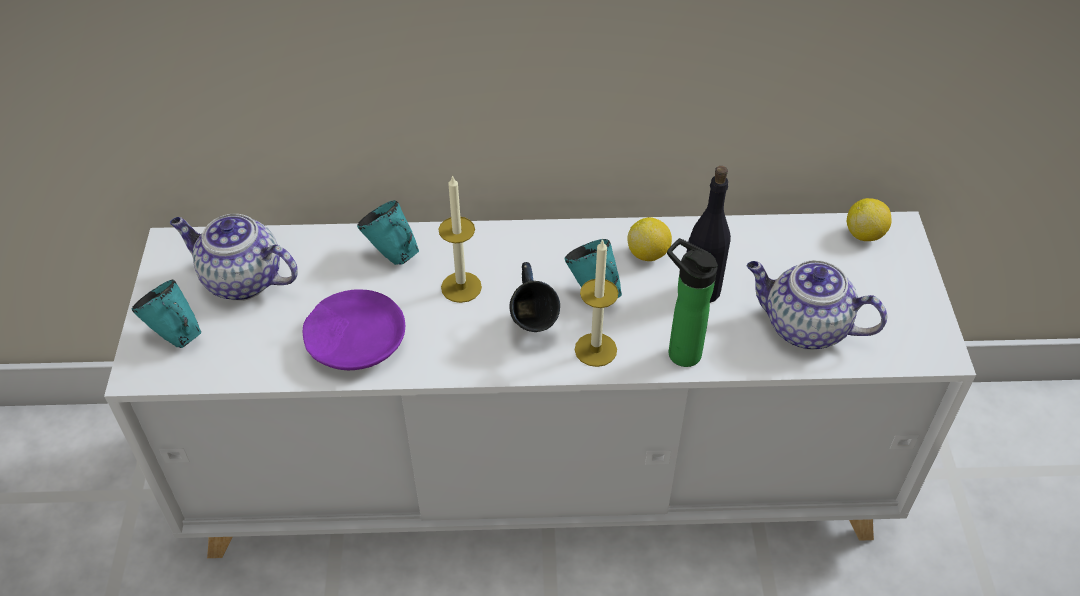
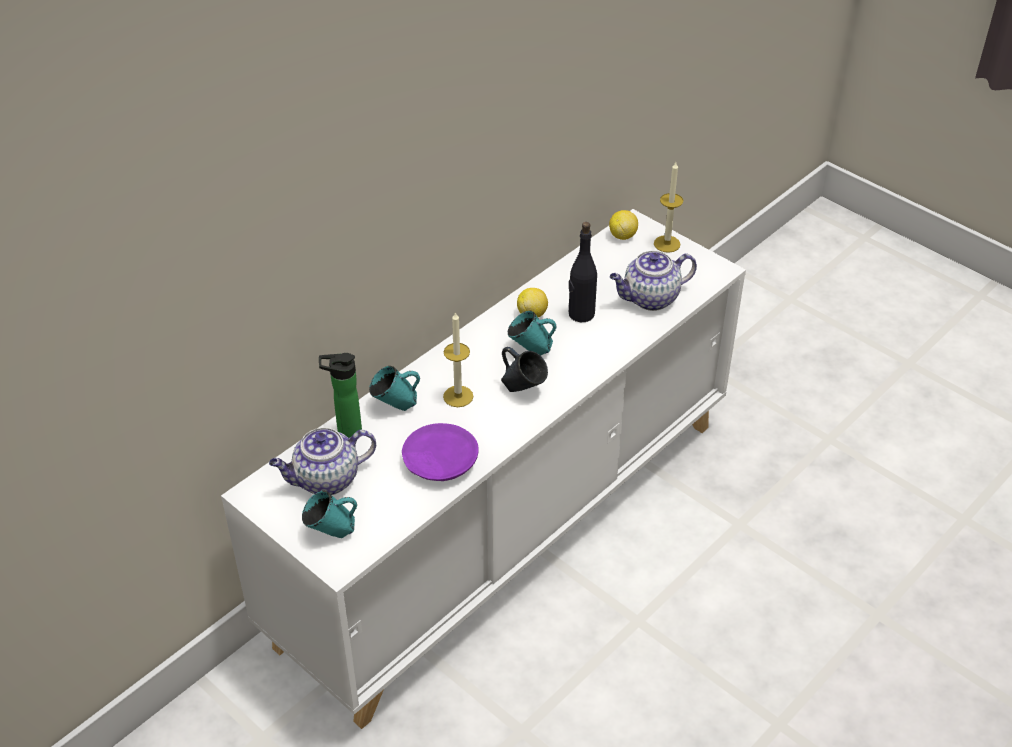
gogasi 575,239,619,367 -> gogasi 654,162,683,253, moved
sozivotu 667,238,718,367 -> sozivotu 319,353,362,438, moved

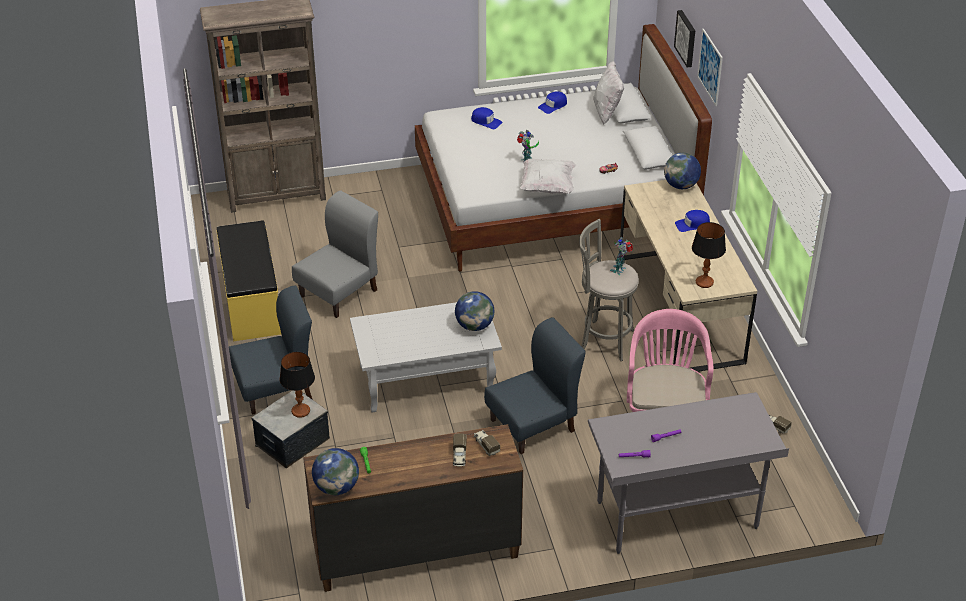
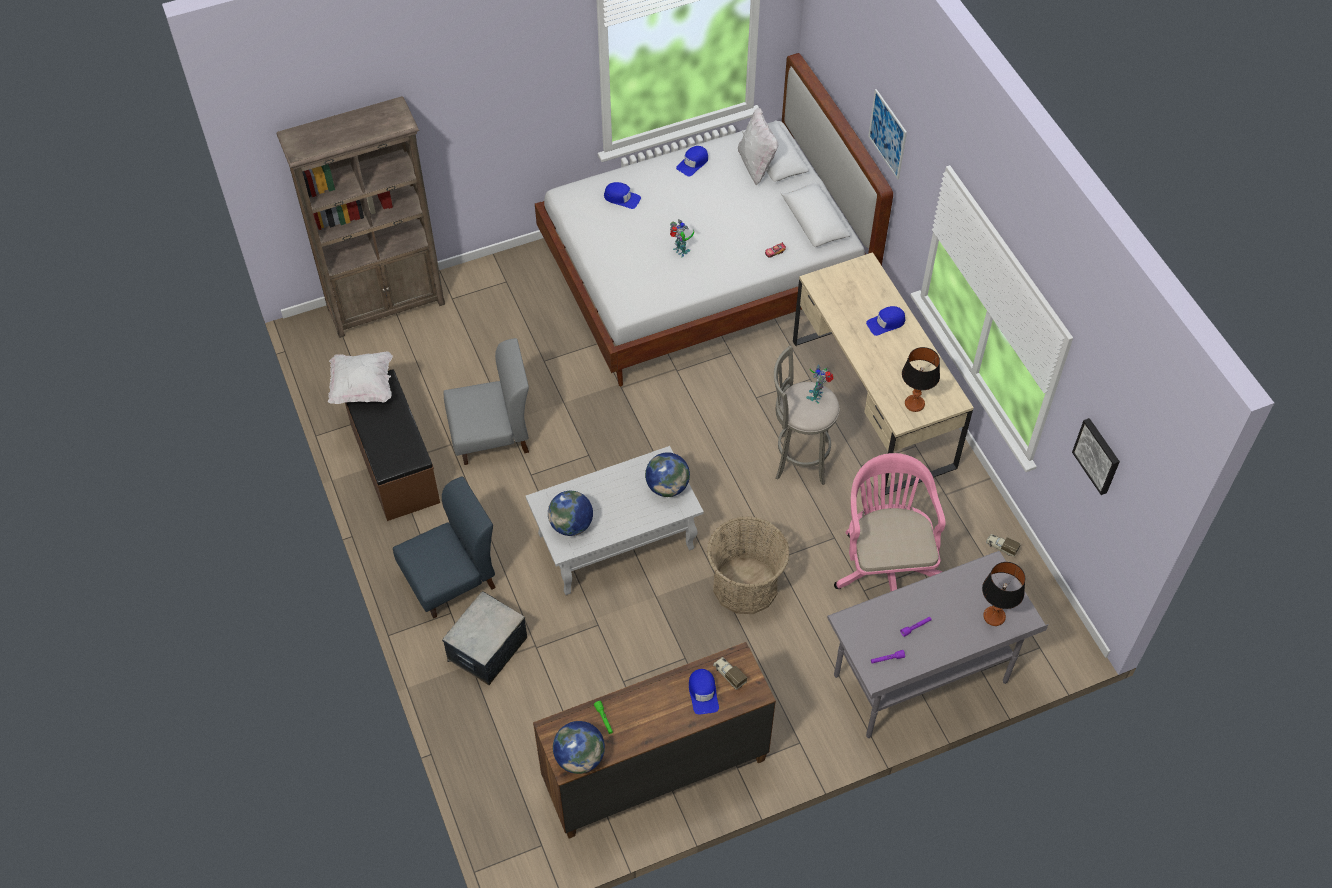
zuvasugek 280,352,315,418 -> zuvasugek 982,562,1025,626, moved
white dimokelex 520,158,576,194 -> white dimokelex 328,351,393,404, moved
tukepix 664,153,701,189 -> tukepix 548,491,593,536, moved
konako 674,10,695,67 -> konako 1072,418,1120,495, moved
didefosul 453,433,467,467 -> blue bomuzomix 689,669,719,714
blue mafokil 484,317,586,454 -> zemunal 707,516,790,614
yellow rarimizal 217,220,281,341 -> brown rarimizal 345,369,440,521
grey mafokil 292,191,378,318 -> grey mafokil 443,338,529,465, 45 degrees clockwise

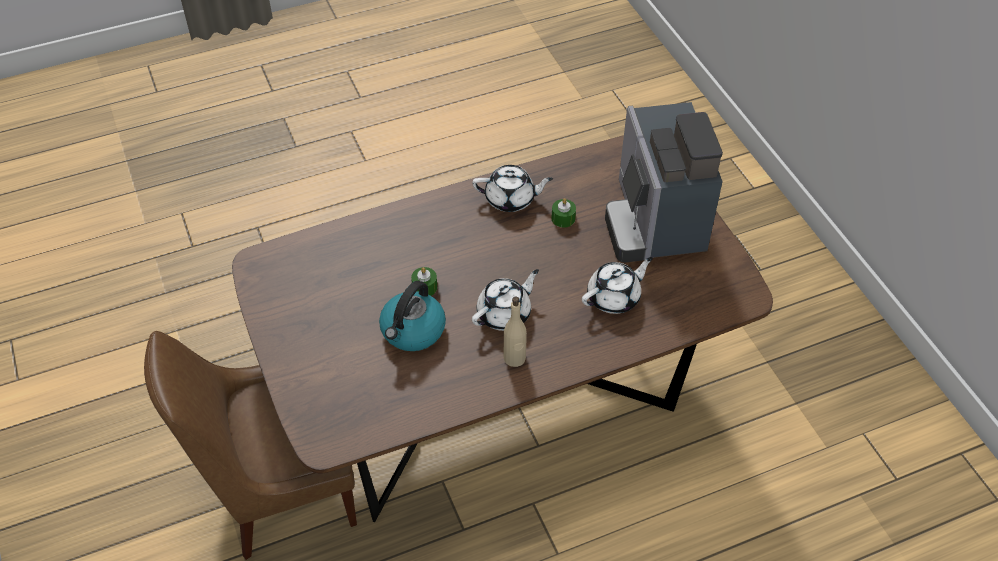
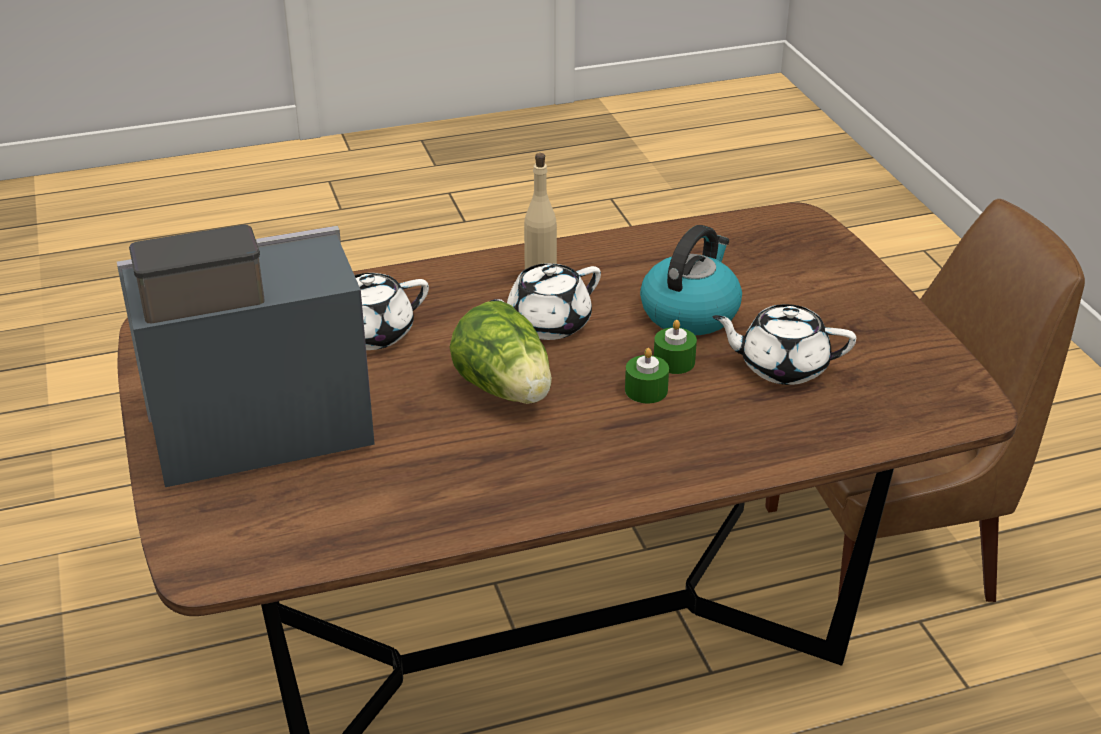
none -> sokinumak 450,301,552,404
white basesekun 472,165,553,212 -> white basesekun 712,304,856,385, moved
green gogasi 551,198,576,228 -> green gogasi 625,348,669,403, moved
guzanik 605,102,723,262 -> guzanik 117,225,375,487, 105 degrees counterclockwise

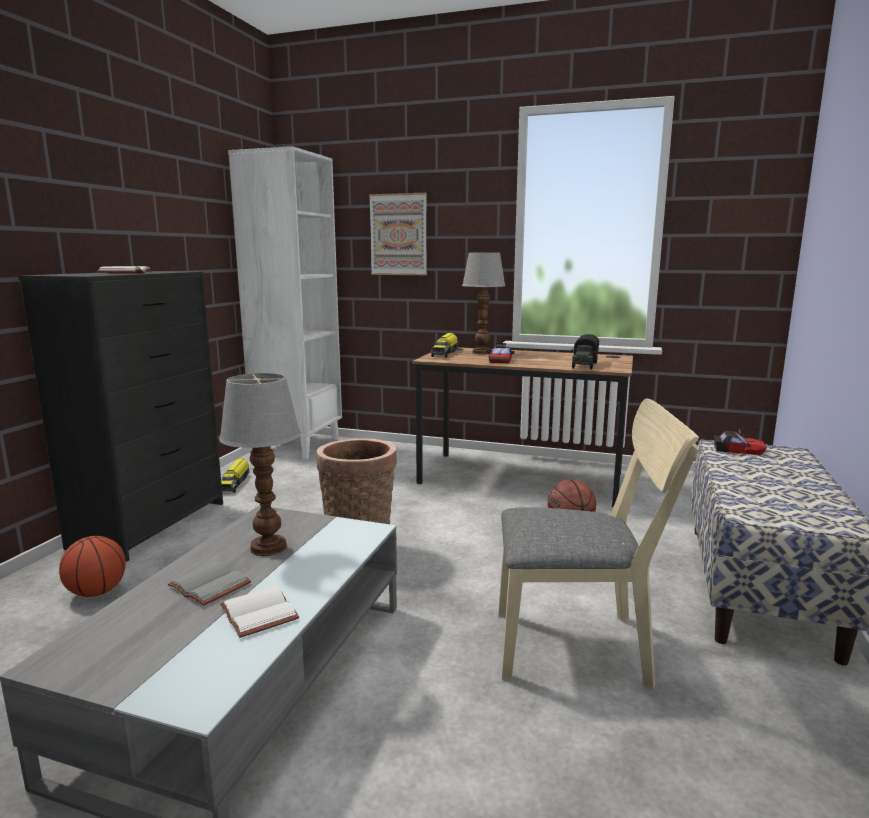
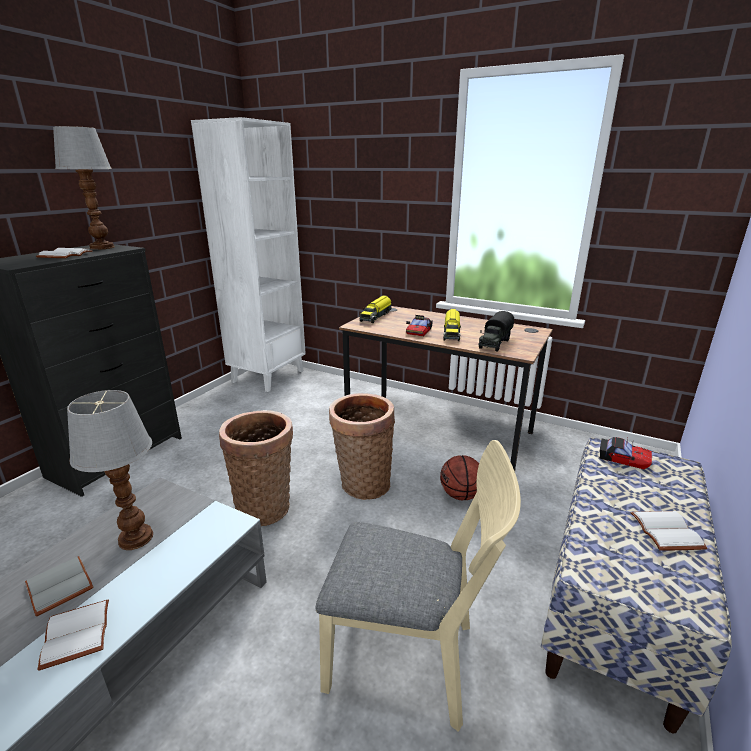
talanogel 59,536,126,597 -> none
konako 369,193,427,275 -> none
none -> zemunal 329,393,395,500
none -> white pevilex 630,511,708,551
didefosul 221,458,250,493 -> didefosul 443,309,461,341, moved
zuvasugek 462,252,505,355 -> zuvasugek 53,126,115,250, moved

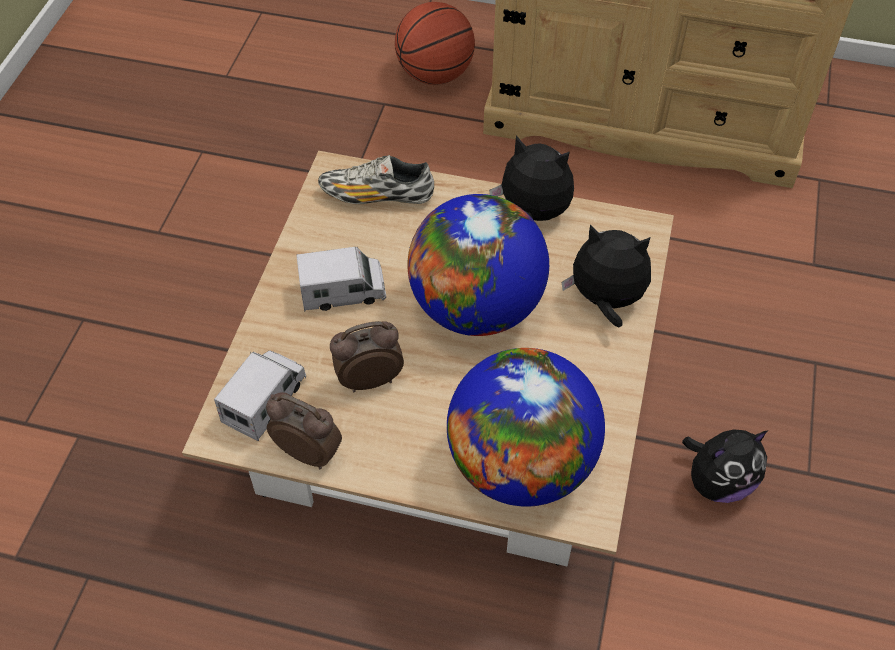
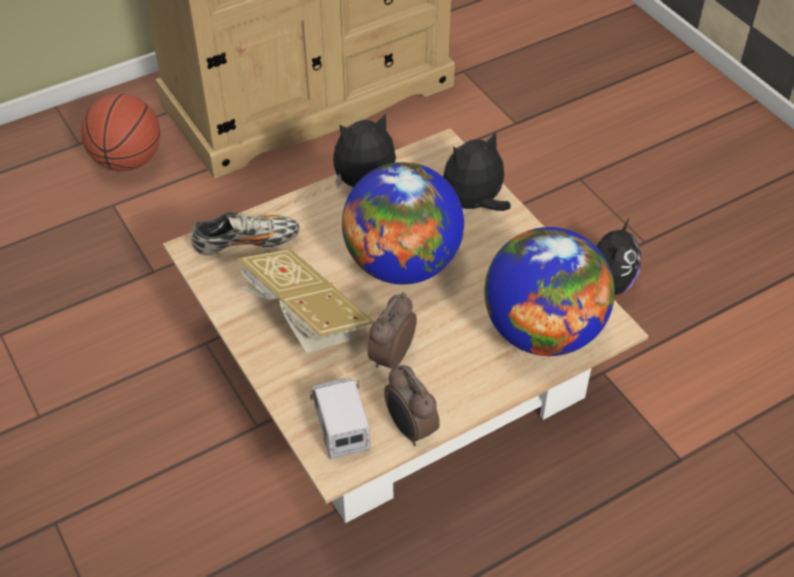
didefosul 296,247,386,312 -> pevilex 236,249,375,353
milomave 266,392,342,469 -> milomave 384,363,440,446, 105 degrees counterclockwise
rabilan 318,155,434,204 -> rabilan 190,212,299,255, 150 degrees counterclockwise

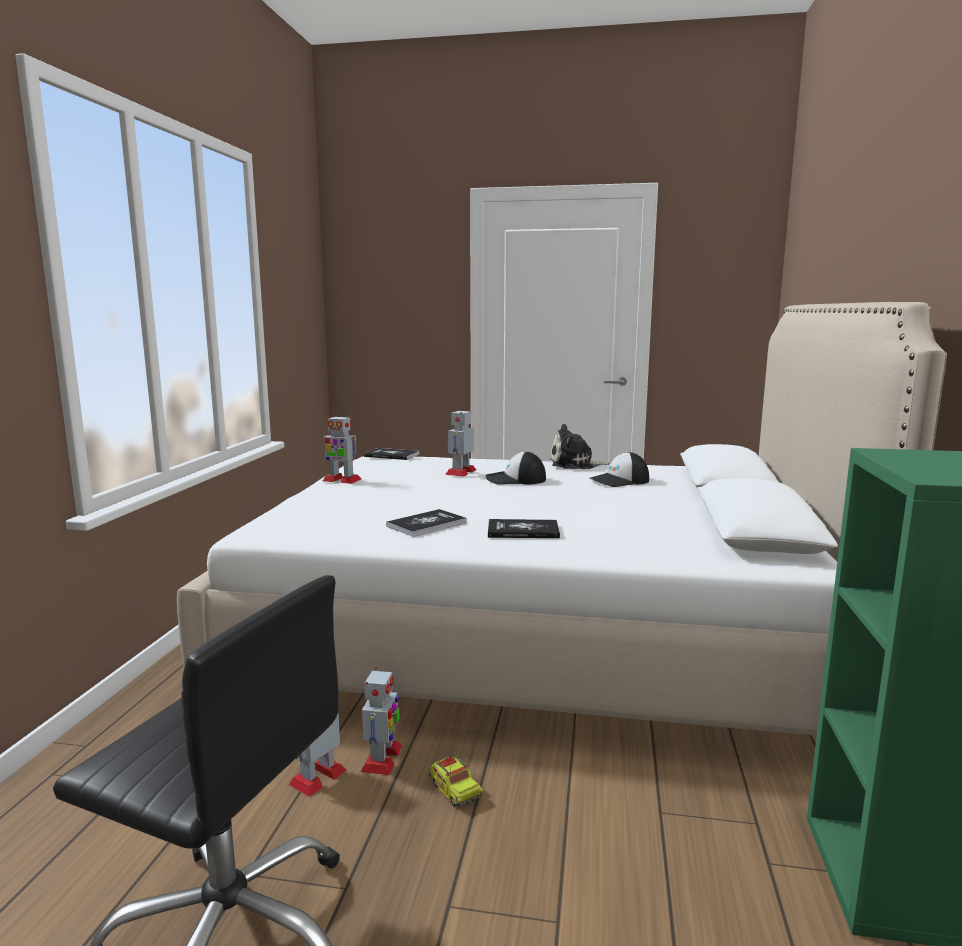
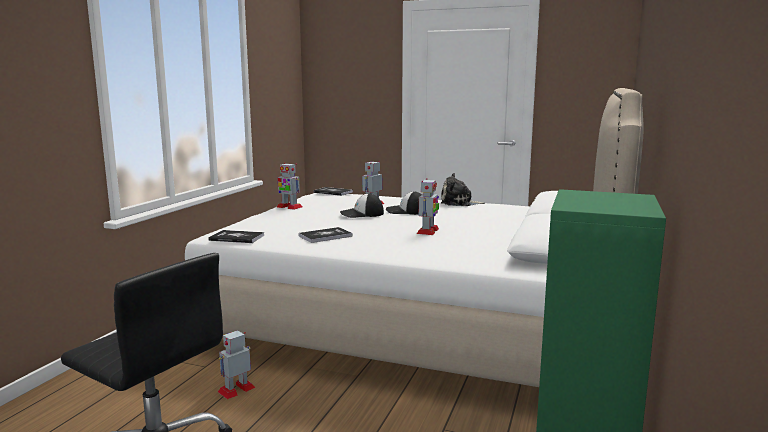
didefosul 429,755,483,806 -> none
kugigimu 361,666,402,775 -> kugigimu 417,178,439,235, moved
pevilex 488,519,560,538 -> pevilex 208,230,264,243, moved
bomuzomix 590,452,649,487 -> bomuzomix 340,193,384,218, moved

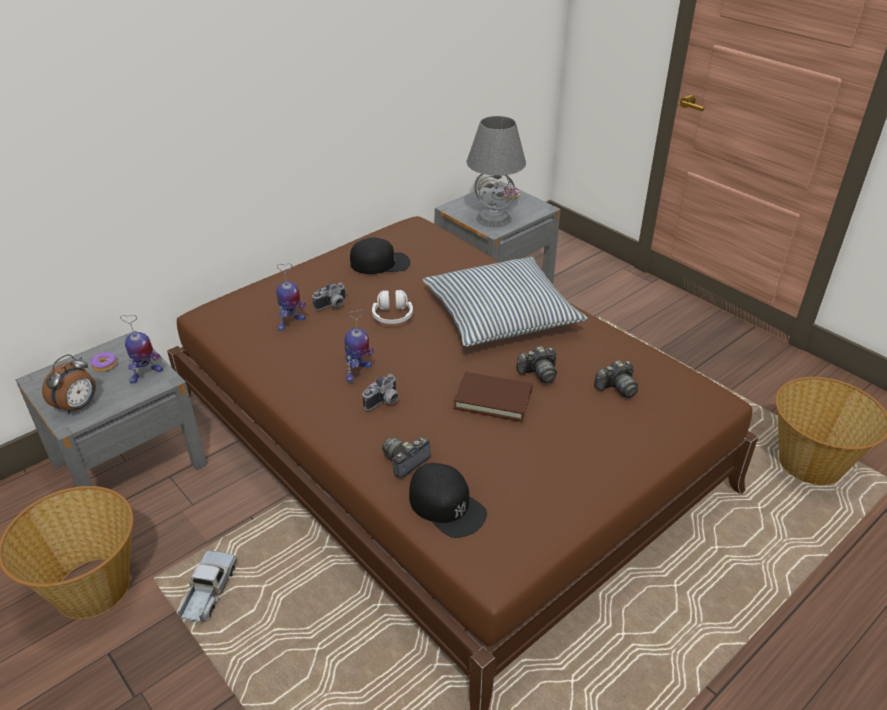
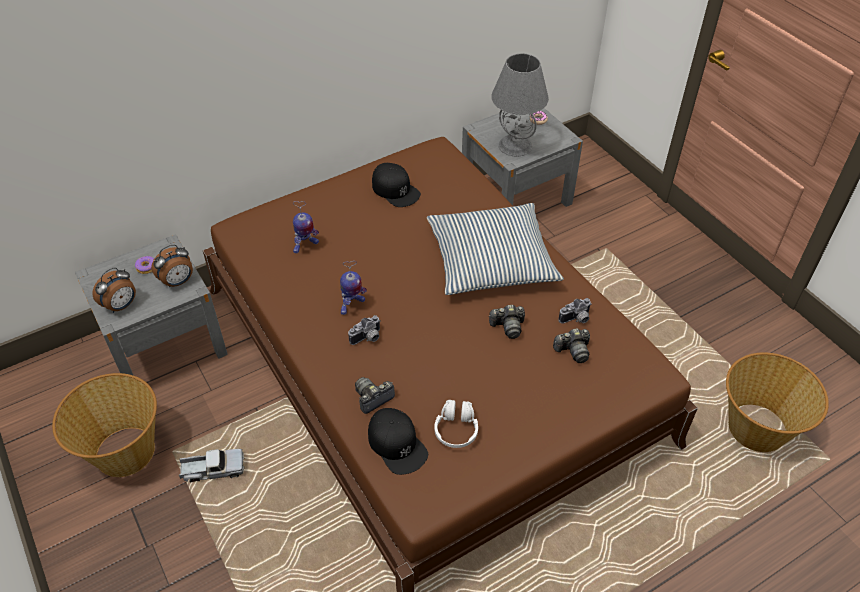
brown pevilex 453,372,533,422 -> none
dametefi 312,282,346,310 -> dametefi 558,298,592,324, moved
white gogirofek 372,290,413,324 -> white gogirofek 434,400,478,448, moved
kugigimu 120,315,163,384 -> milomave 151,245,193,288
didefosul 178,551,236,624 -> didefosul 179,449,245,482, 60 degrees clockwise
black bomuzomix 350,237,410,274 -> black bomuzomix 372,163,421,207, 45 degrees clockwise

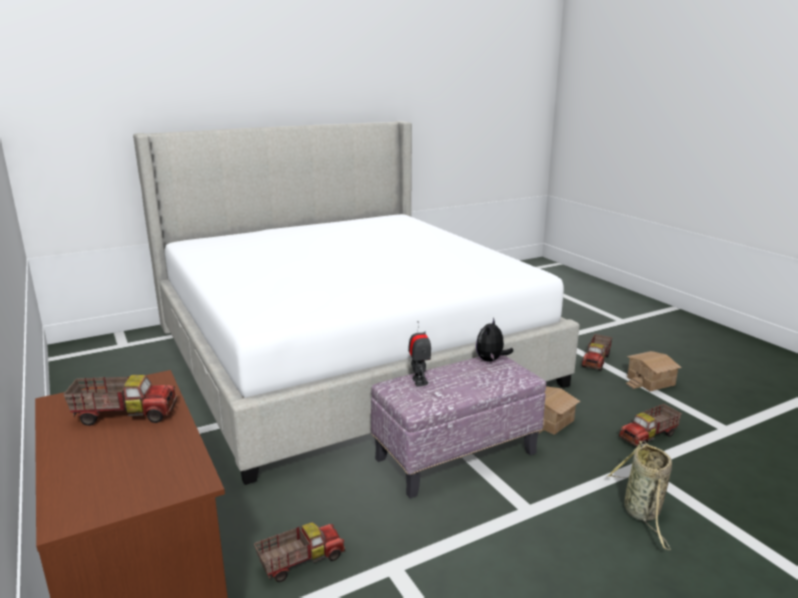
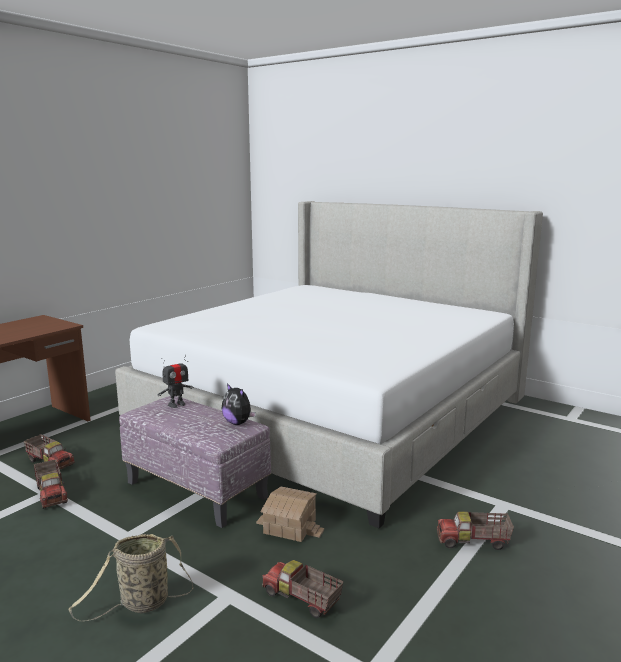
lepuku 626,351,681,391 -> none
didefosul 63,375,177,426 -> didefosul 34,459,68,509, moved
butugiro 476,317,513,362 -> butugiro 222,383,256,425, 135 degrees counterclockwise

